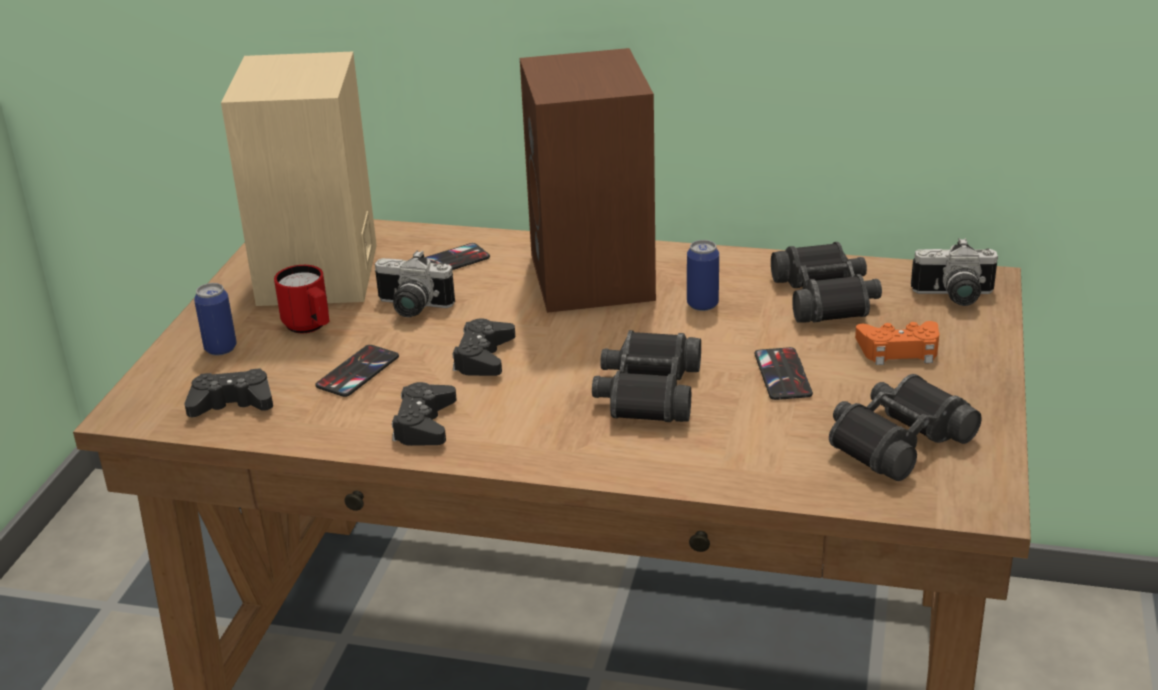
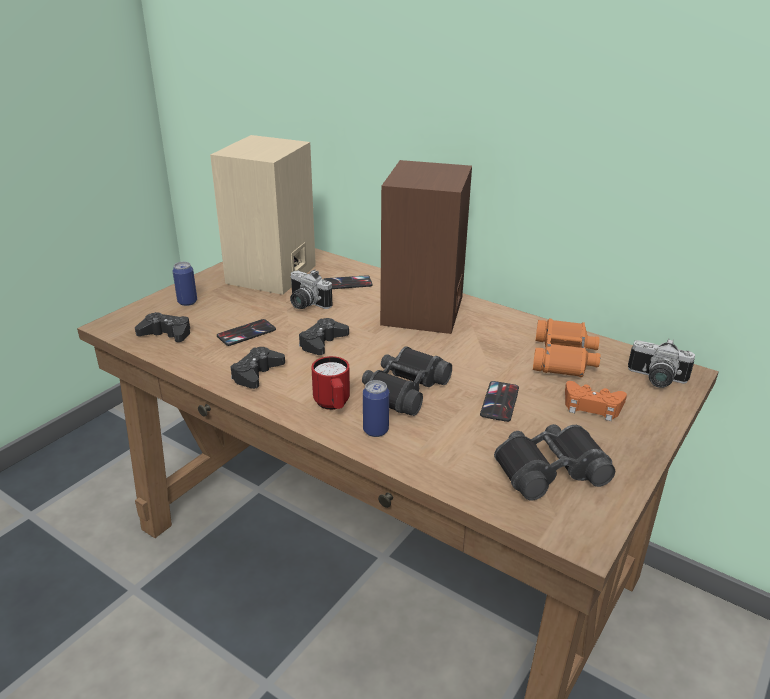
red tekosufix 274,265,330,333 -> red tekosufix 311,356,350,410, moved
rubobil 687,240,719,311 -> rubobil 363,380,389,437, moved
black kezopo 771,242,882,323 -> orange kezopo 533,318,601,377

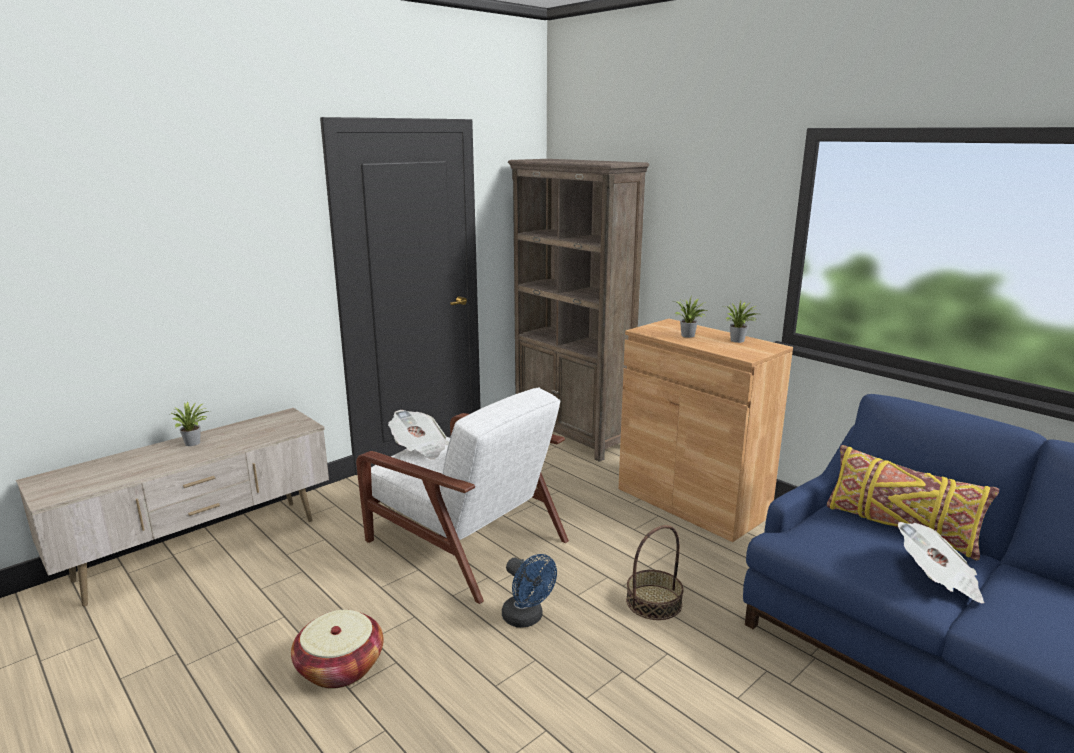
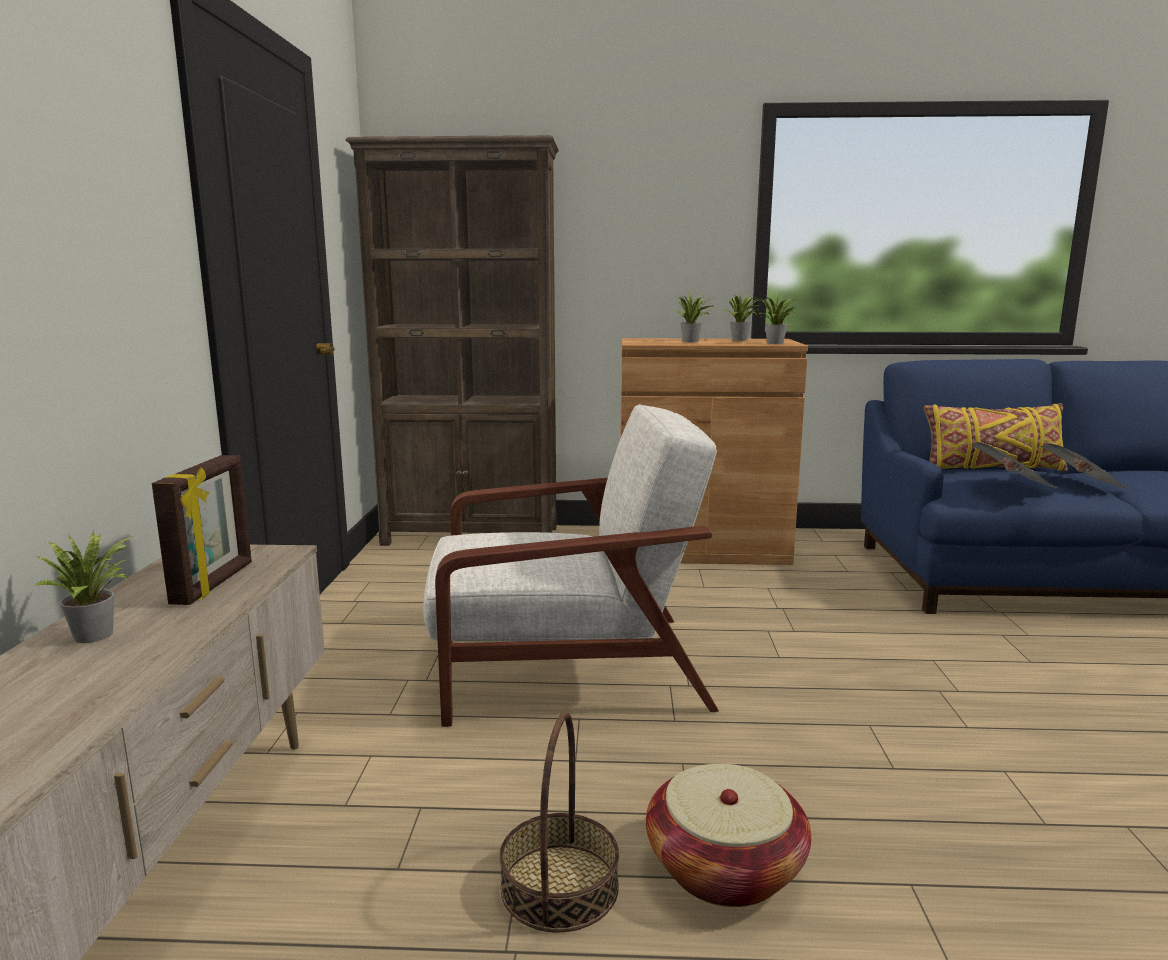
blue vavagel 502,554,557,628 -> none
none -> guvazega 152,455,252,605
none -> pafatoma 752,293,797,344
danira 388,410,449,459 -> danira 971,442,1058,488, moved
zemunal 626,525,684,620 -> zemunal 499,712,619,933, moved

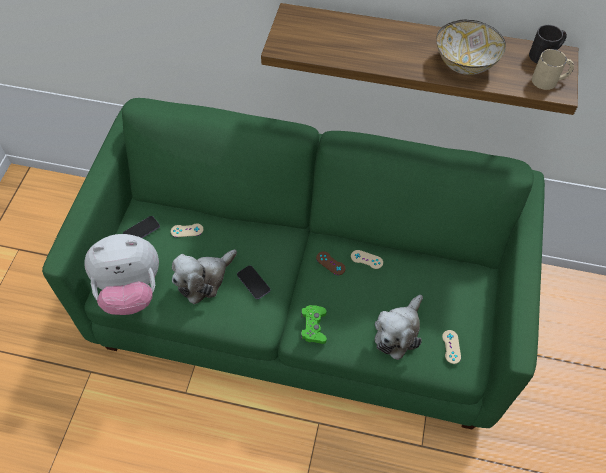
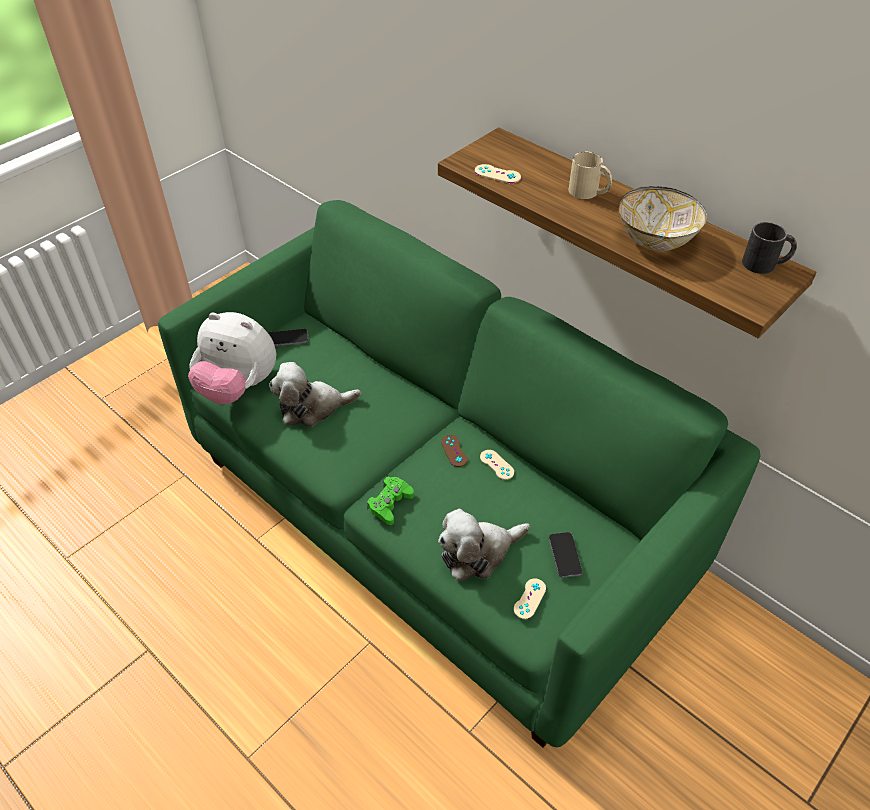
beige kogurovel 171,223,203,237 -> beige kogurovel 475,164,521,183, moved
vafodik 237,265,270,299 -> vafodik 549,532,582,578, moved
beige tekosufix 532,49,574,90 -> beige tekosufix 569,152,612,199, moved

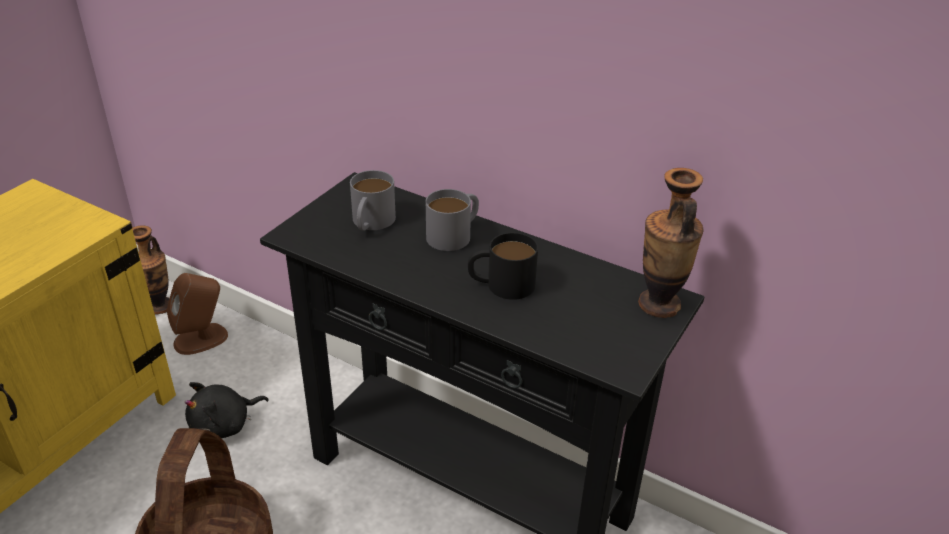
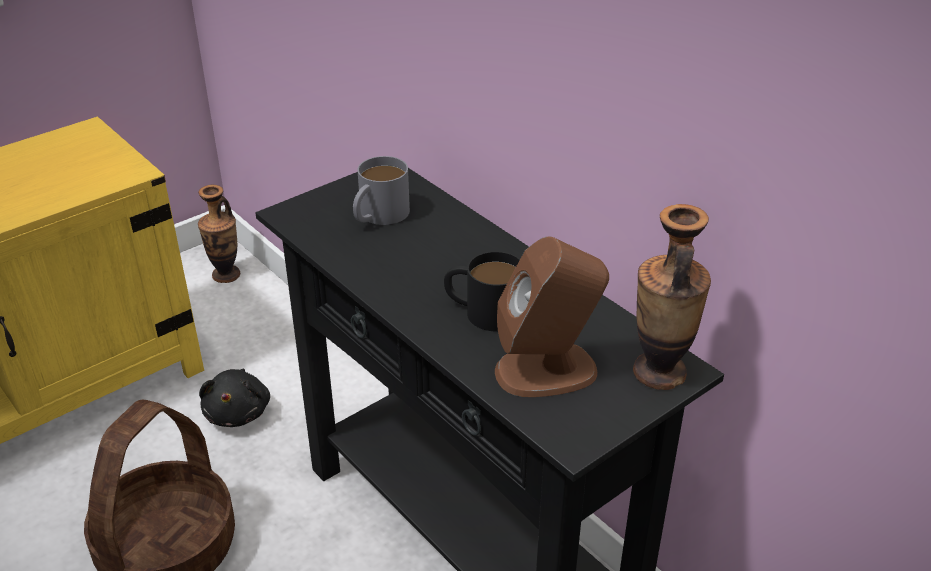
grey tekosufix 426,189,479,251 -> none
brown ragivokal 167,273,228,355 -> brown ragivokal 495,236,609,397, moved
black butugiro 185,382,269,438 -> black butugiro 199,369,270,427, 75 degrees counterclockwise

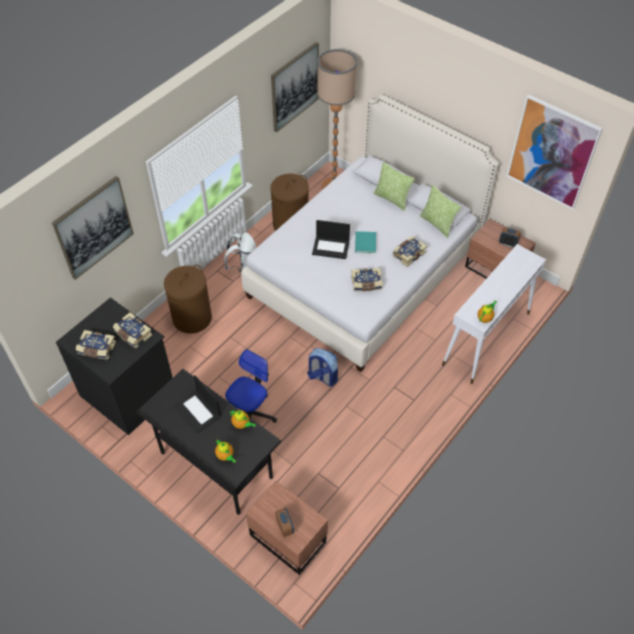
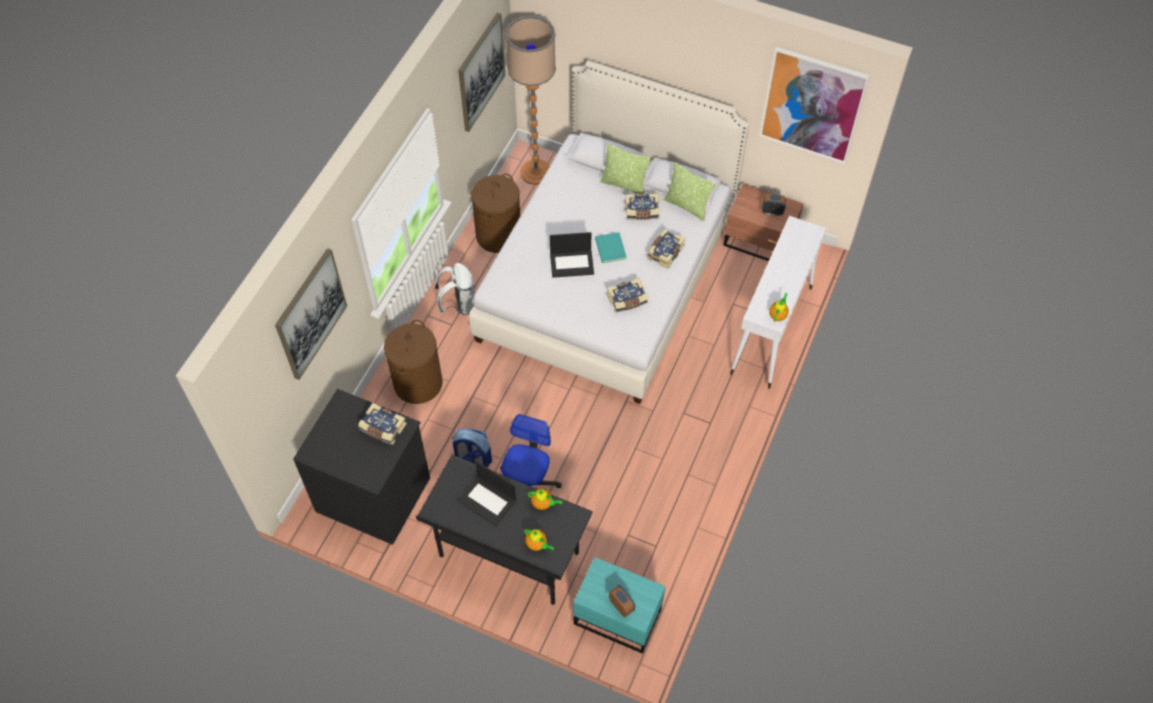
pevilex 76,330,116,359 -> pevilex 625,194,660,220, moved
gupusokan 307,348,338,387 -> gupusokan 451,428,492,468, moved
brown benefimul 246,481,328,575 -> turquoise benefimul 574,557,666,654

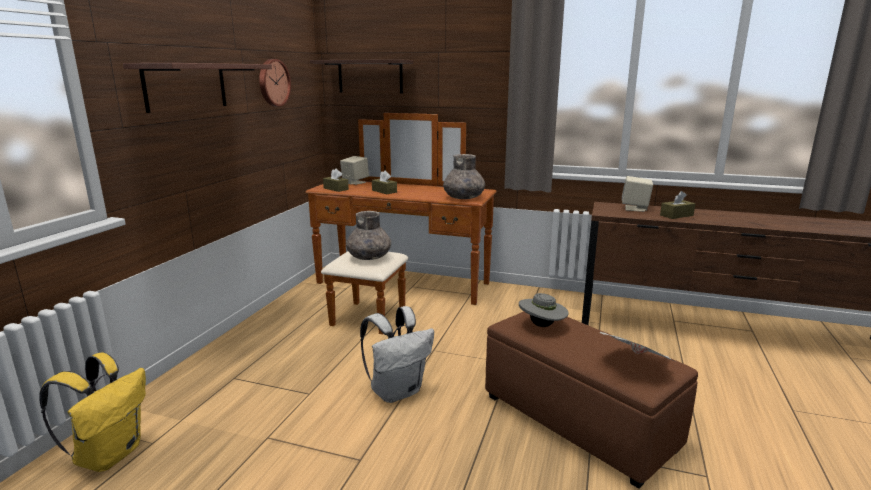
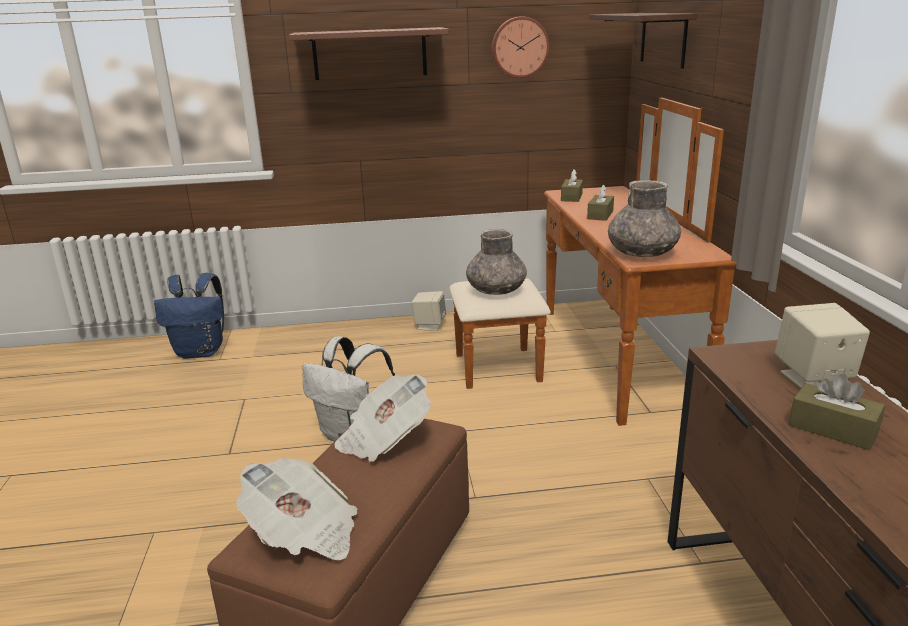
beige ragivokal 340,156,369,185 -> beige ragivokal 412,291,446,331, moved
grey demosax 519,293,569,327 -> danira 334,374,431,462
yellow gupusokan 39,352,146,472 -> blue gupusokan 154,273,224,359

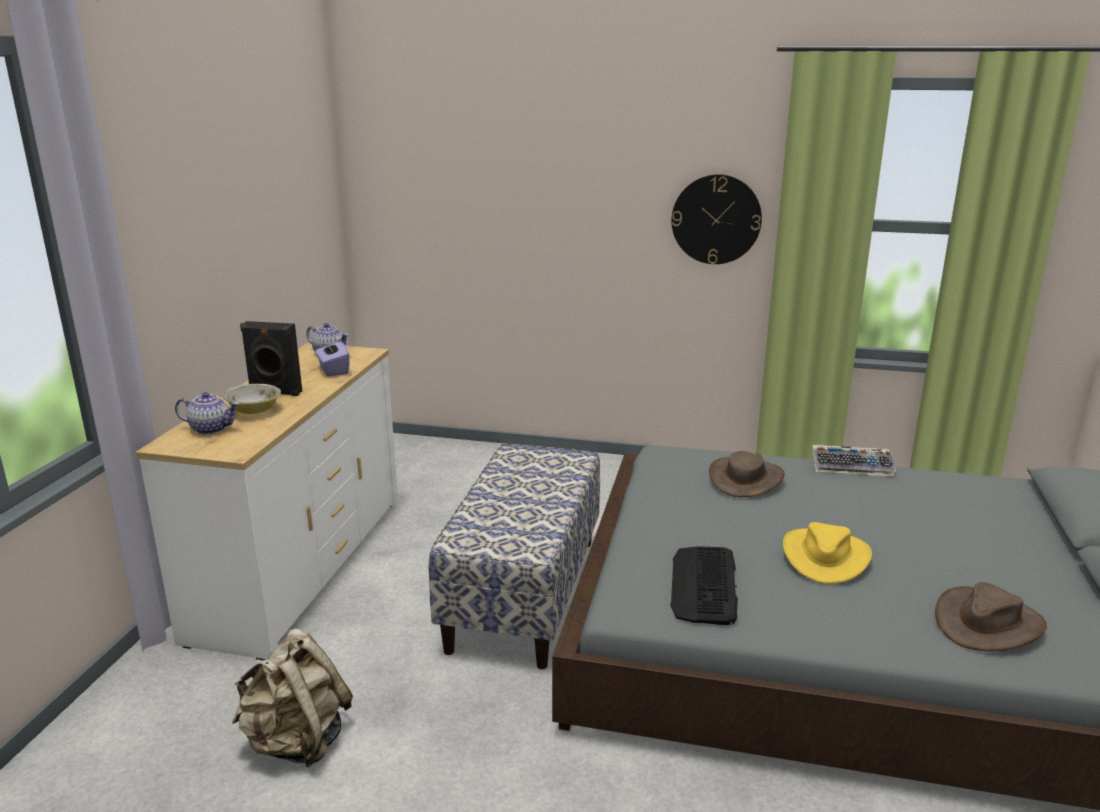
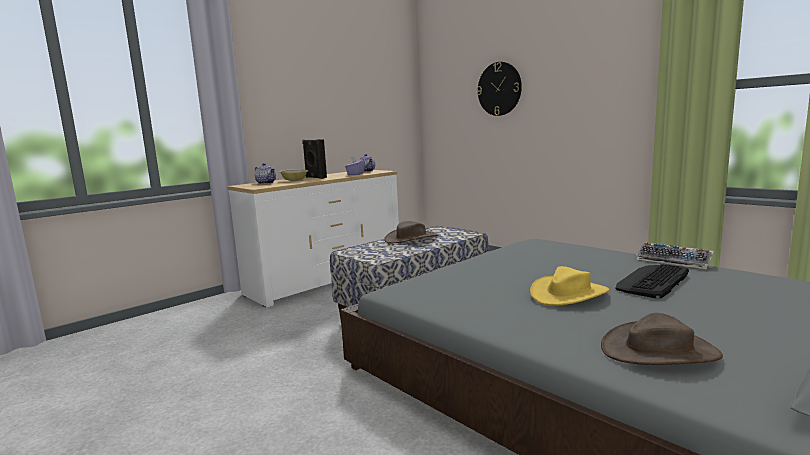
beige gupusokan 232,629,353,768 -> none
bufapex 670,546,738,625 -> bufapex 616,264,689,298, moved
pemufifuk 671,174,762,264 -> pemufifuk 477,62,522,116, moved
brown demosax 709,451,785,497 -> brown demosax 384,221,438,243, moved

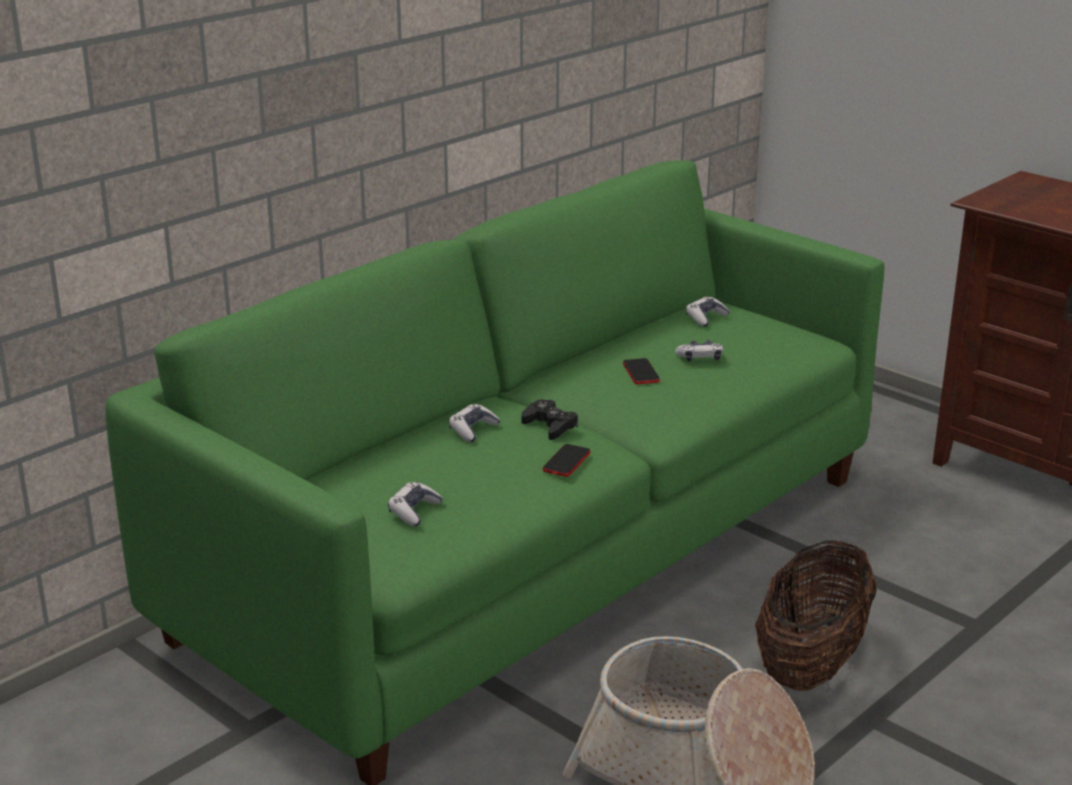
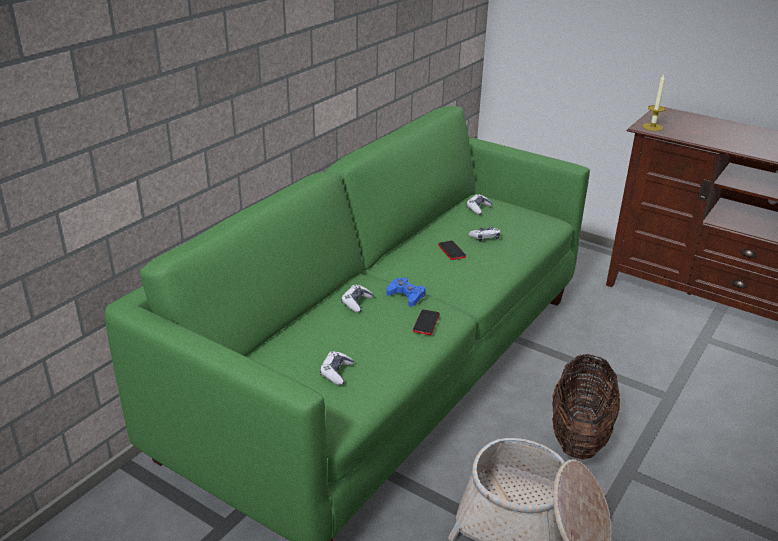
none -> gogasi 642,74,666,131
black kogurovel 521,400,578,440 -> blue kogurovel 387,277,426,307

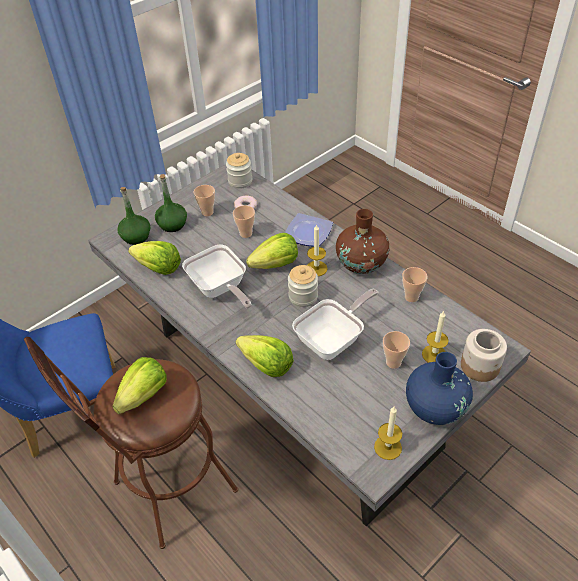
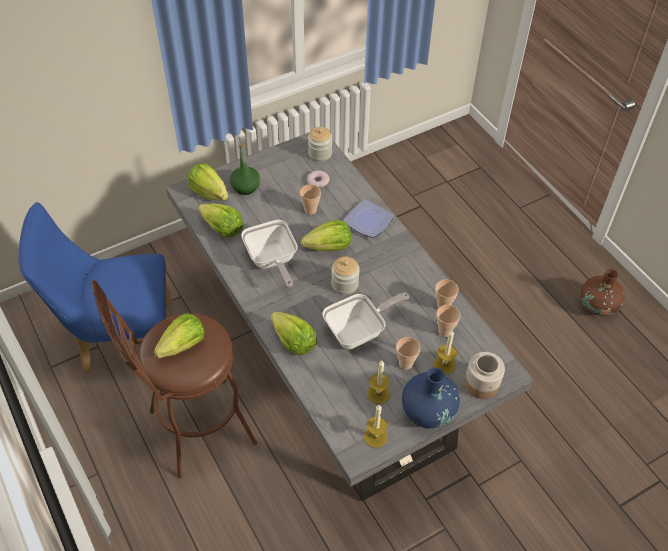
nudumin 194,185,215,216 -> nudumin 436,305,460,337, moved
gogasi 307,224,328,276 -> gogasi 367,361,390,404, moved
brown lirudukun 336,209,390,274 -> brown lirudukun 581,269,625,316, moved
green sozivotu 117,187,150,245 -> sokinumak 188,163,228,201

